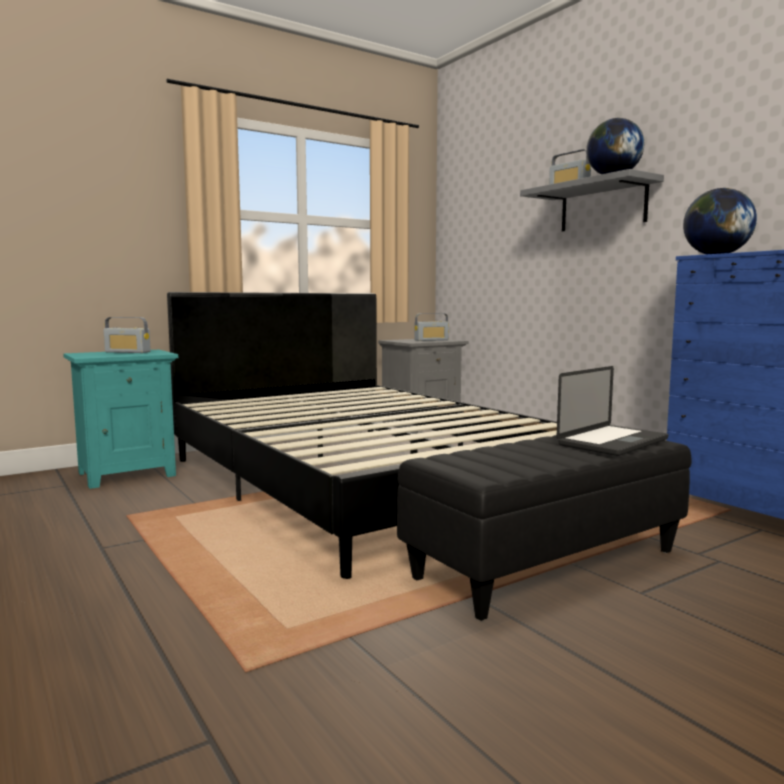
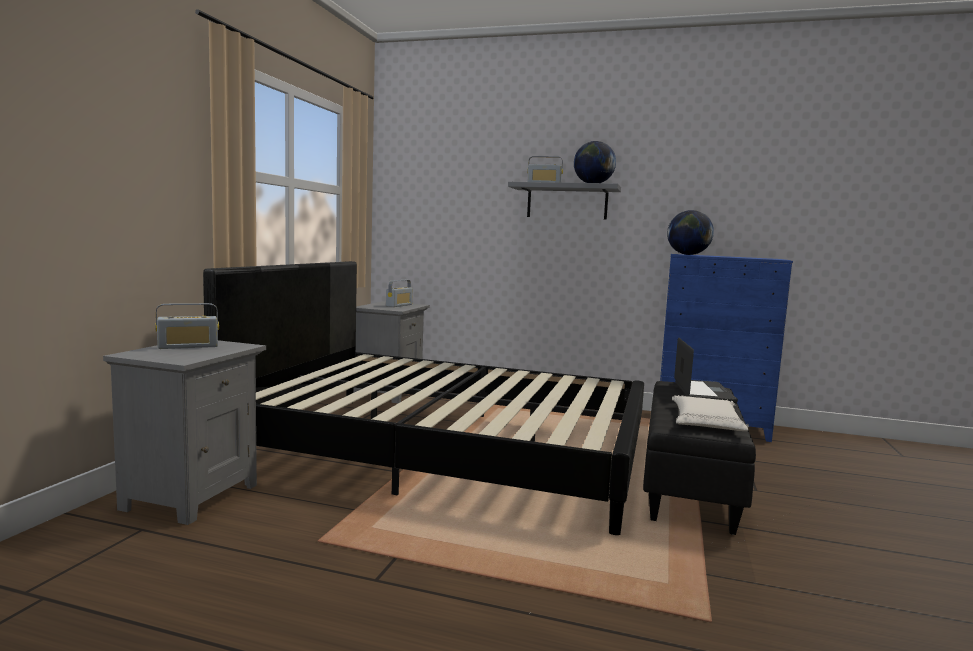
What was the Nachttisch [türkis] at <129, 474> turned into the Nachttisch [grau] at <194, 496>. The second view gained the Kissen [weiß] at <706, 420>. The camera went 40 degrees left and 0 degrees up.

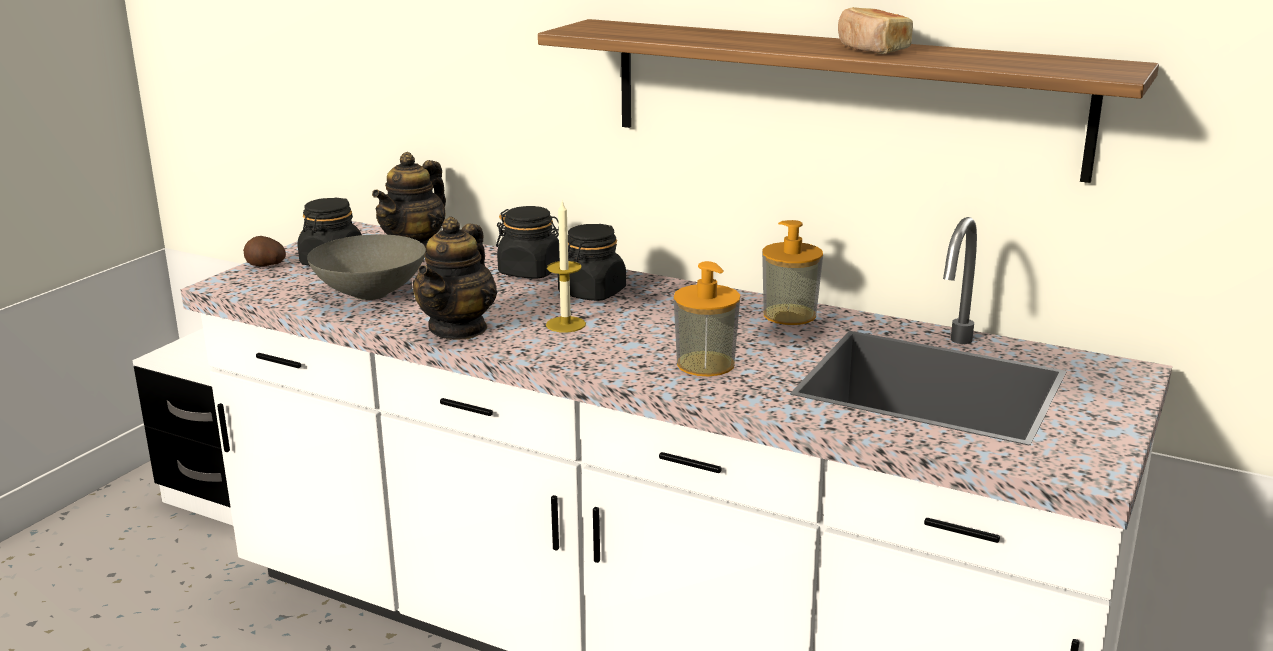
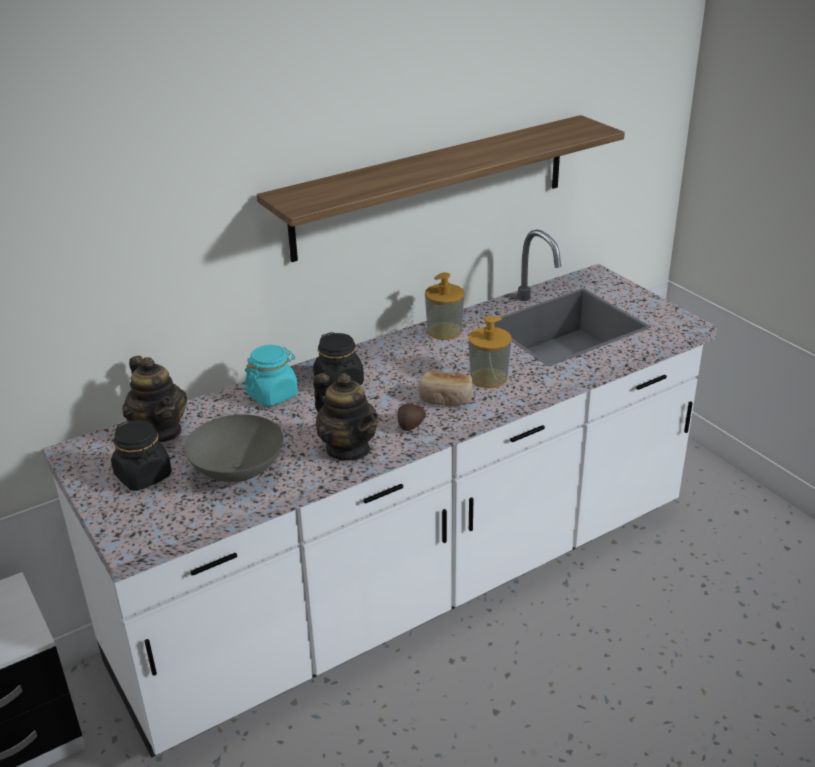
The Kartoffel ended up elsewhere, having gone from <266, 266> to <410, 426>. What was the Vorratsglas [schwarz] at <530, 271> turned into the Vorratsglas [türkis] at <273, 395>. The second view lost the Kerze at <565, 324>. The Brot ended up elsewhere, having gone from <871, 48> to <445, 399>. The camera went 60 degrees left and 10 degrees up.

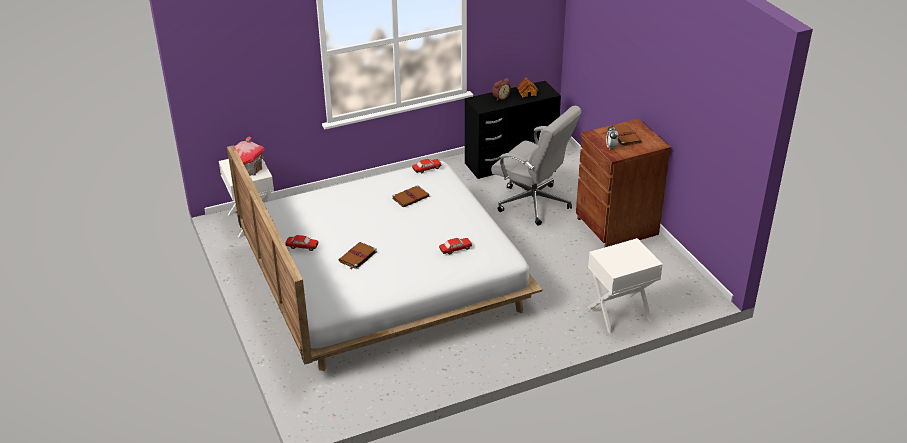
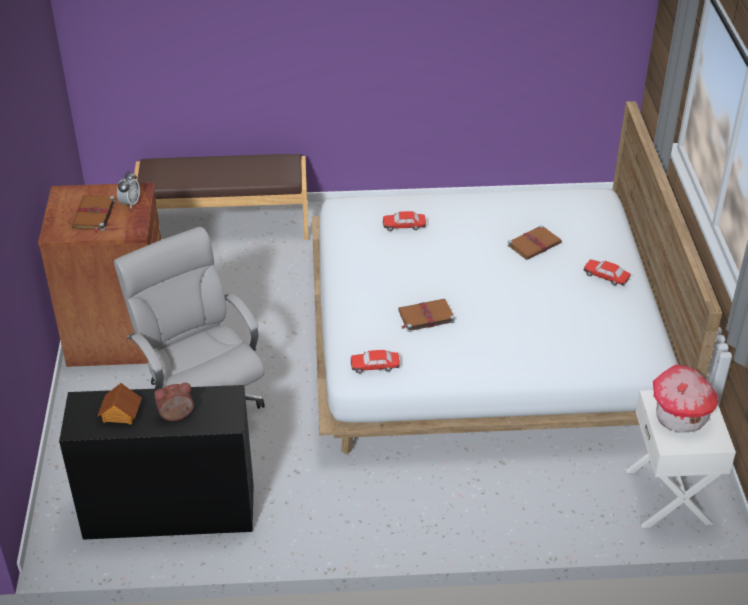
Where the Nachttisch [weiß] stood at <619, 314>, the Bank [braun] came to stand at <224, 225>. The camera went 160 degrees left and 5 degrees up.

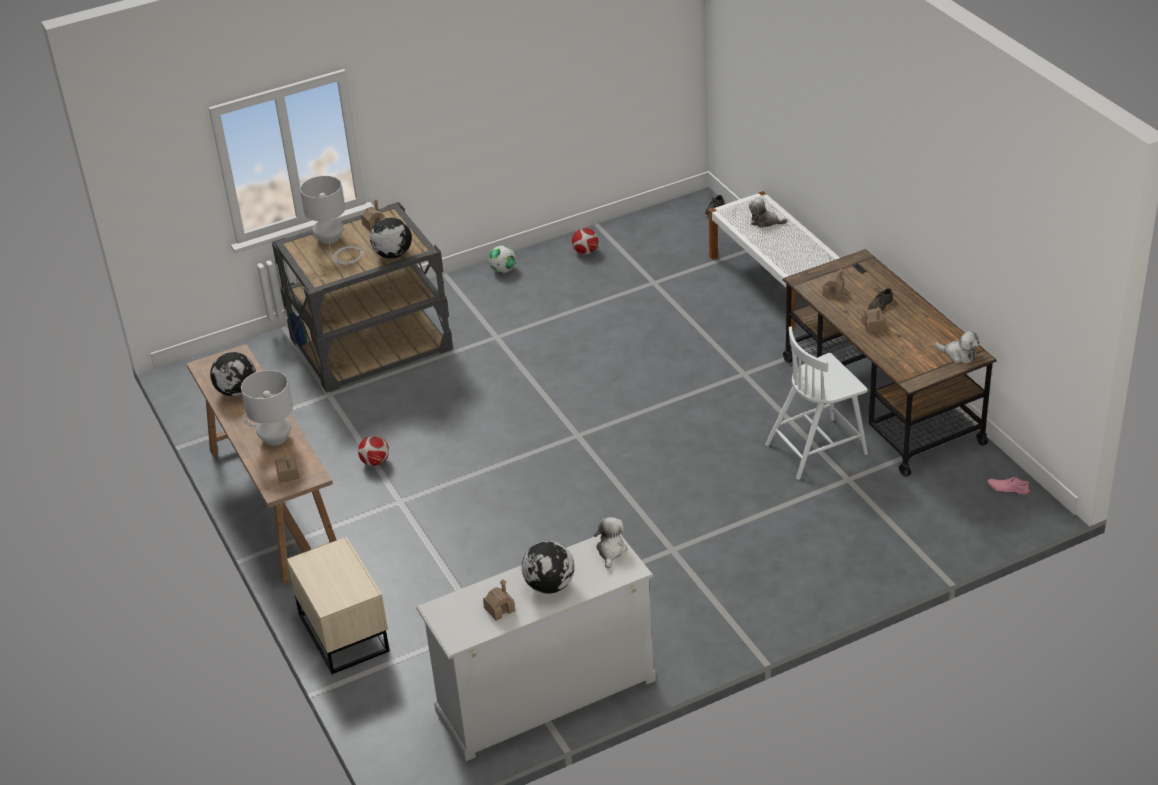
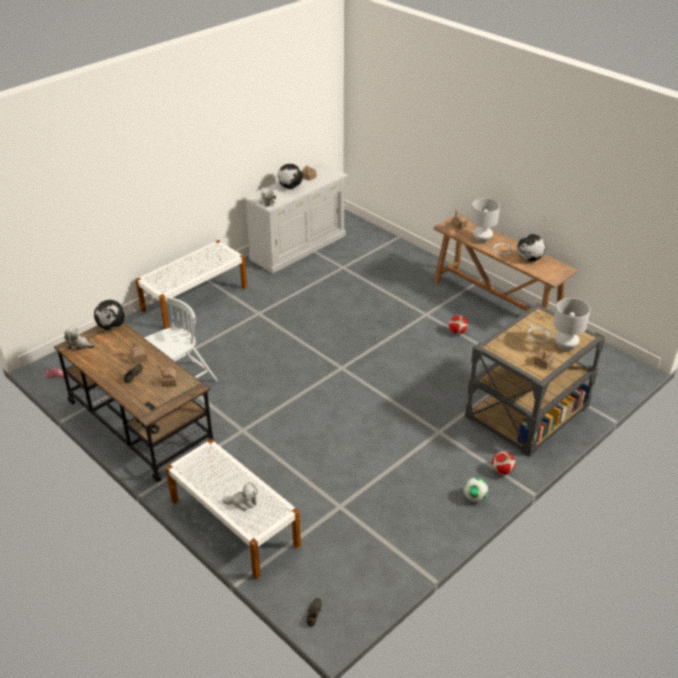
The second view lost the Nachttisch [beige] at <345, 631>. The Globus ended up elsewhere, having gone from <392, 255> to <112, 326>. The Fußball ended up elsewhere, having gone from <585, 252> to <502, 471>. The second view gained the Bank [weiß] at <194, 299>. The camera went 160 degrees right and 0 degrees up.

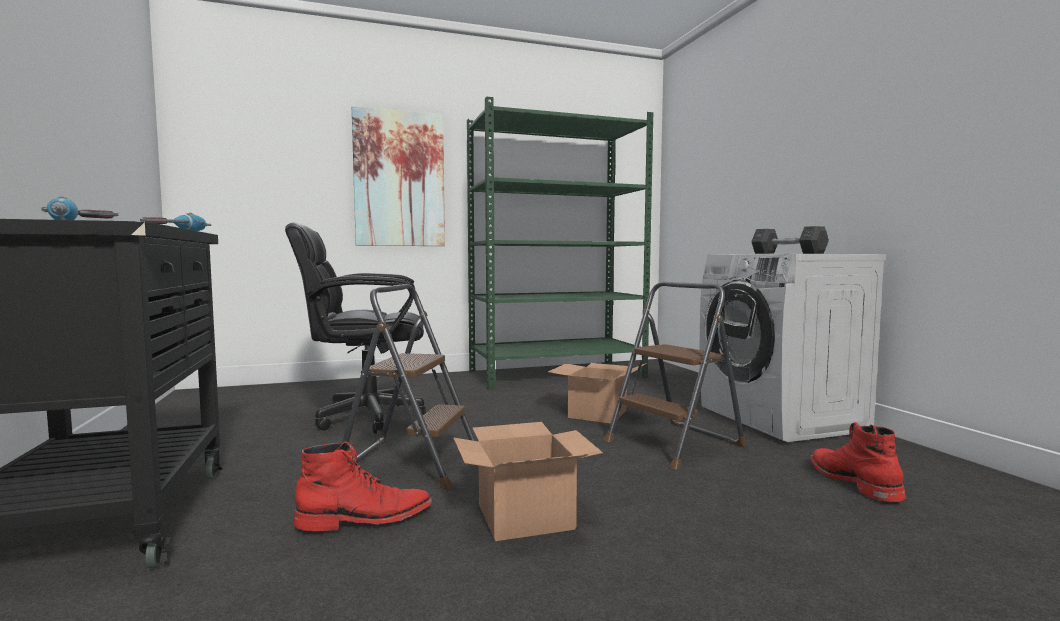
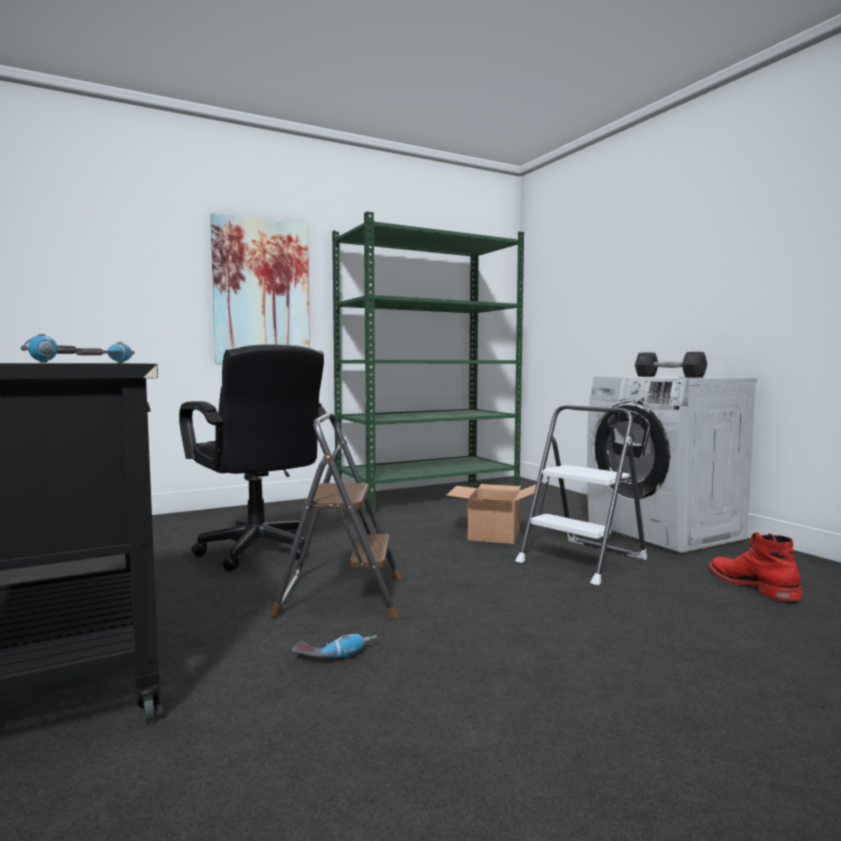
The Bürostuhl [schwarz] at <364, 420> ended up facing another way, 105 degrees counterclockwise from before. Where the Stiefel [rot] stood at <366, 519>, the Bohrmaschine came to stand at <336, 654>. The second view lost the Karton at <524, 517>. What was the Trittleiter [braun] at <678, 442> turned into the Trittleiter [weiß] at <585, 559>. The camera went 10 degrees left and 0 degrees up.

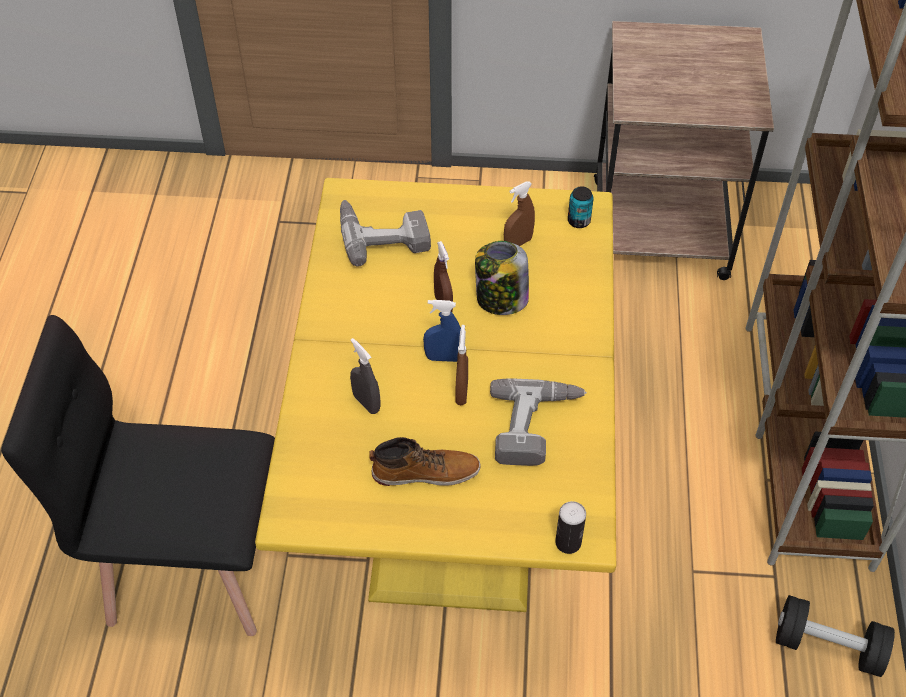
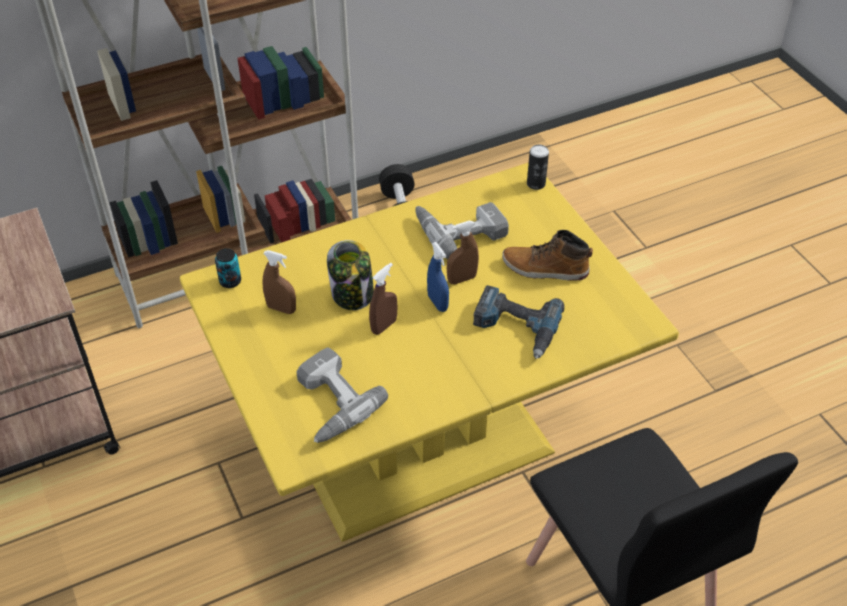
Where the Sprühflasche [grau] stood at <366, 403>, the Bohrmaschine came to stand at <515, 327>. The Stiefel at <425, 472> ended up facing another way, 45 degrees counterclockwise from before. The camera went 120 degrees left and 5 degrees down.

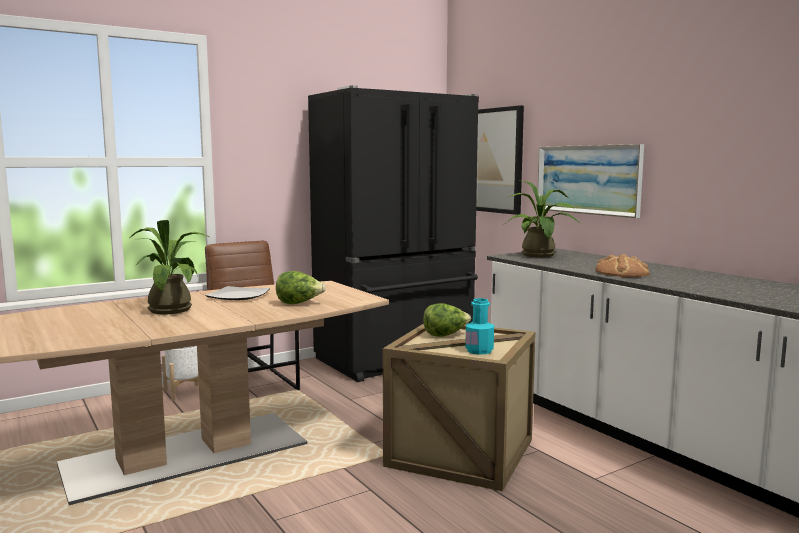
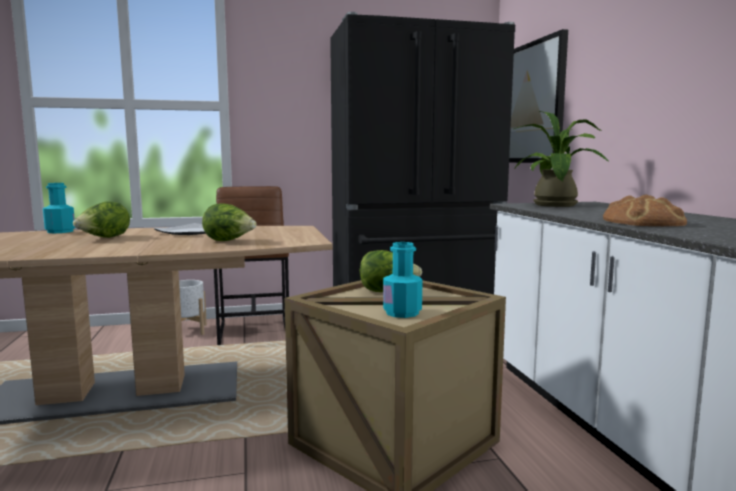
Where the Topfpflanze stood at <172, 309>, the Salatkopf came to stand at <104, 238>. The second view lost the Bild at <587, 179>. The second view gained the Flasche [türkis] at <60, 231>. The camera went 20 degrees right and 0 degrees up.

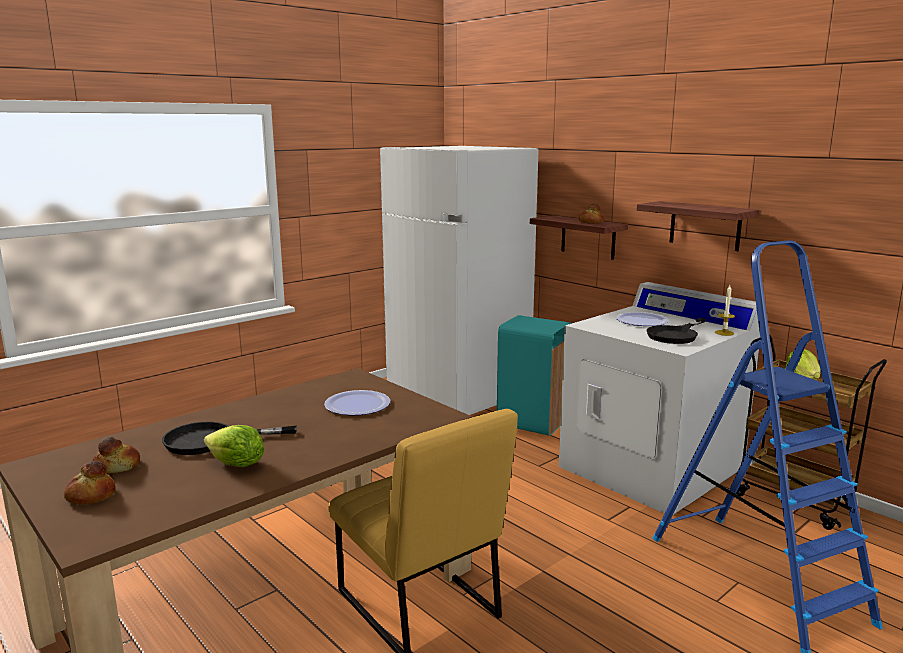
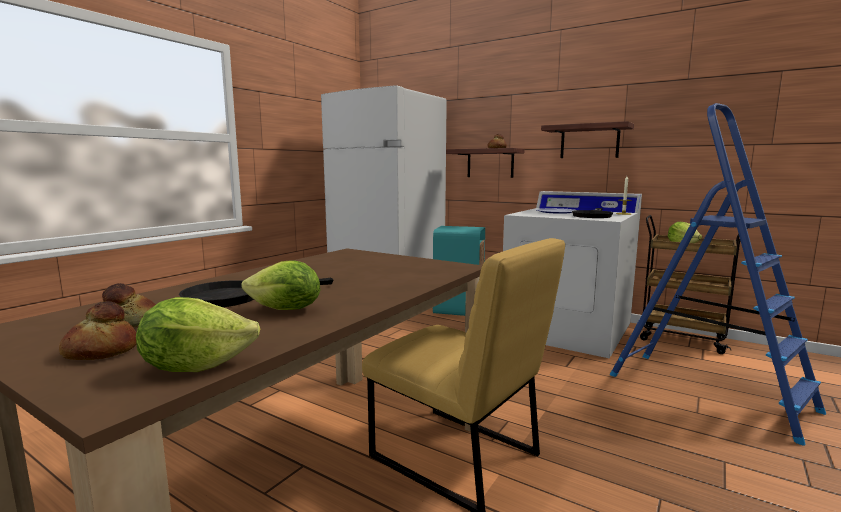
The second view lost the Teller at <357, 405>. The second view gained the Salatkopf at <196, 366>. The camera went 15 degrees left and 5 degrees down.

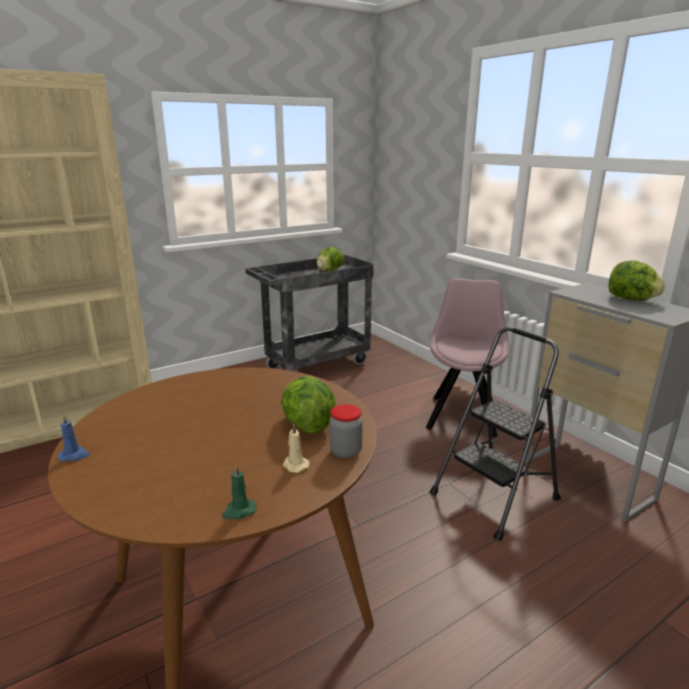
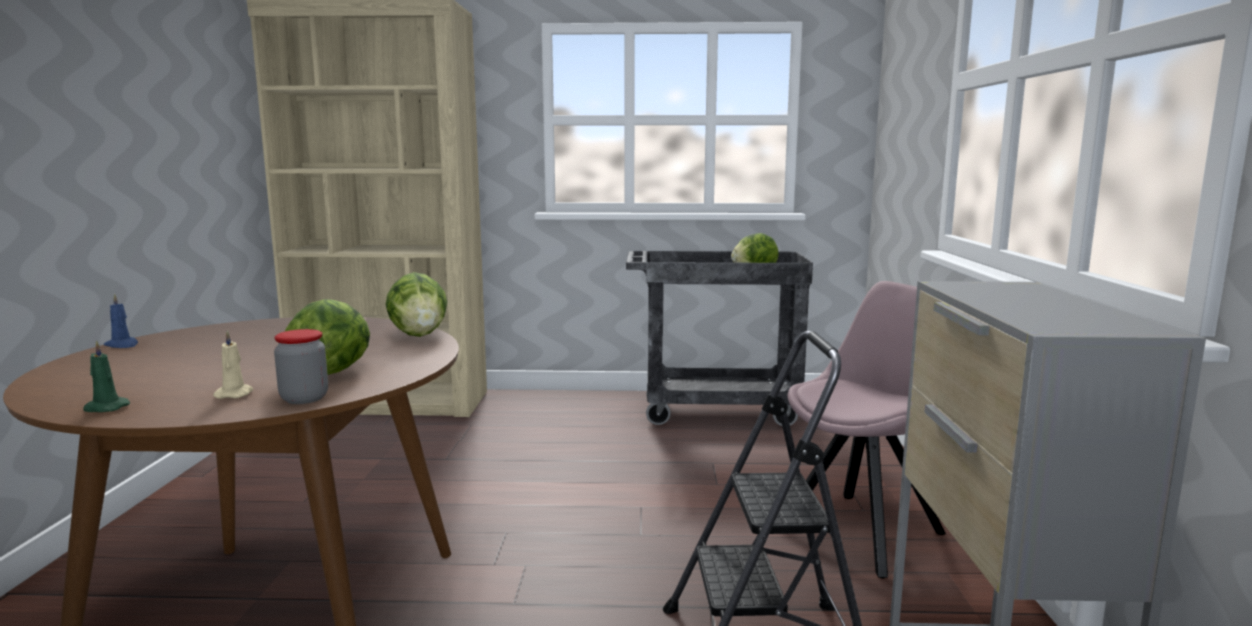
The Salatkopf ended up elsewhere, having gone from <631, 299> to <419, 335>. The camera went 35 degrees right and 10 degrees down.

